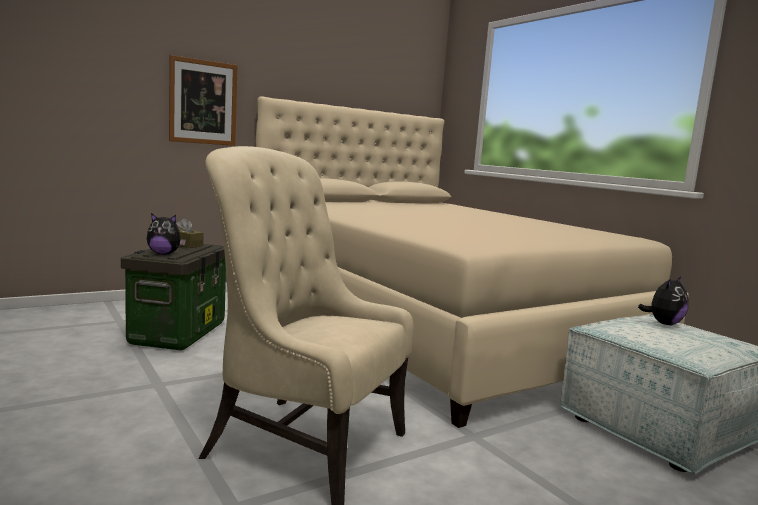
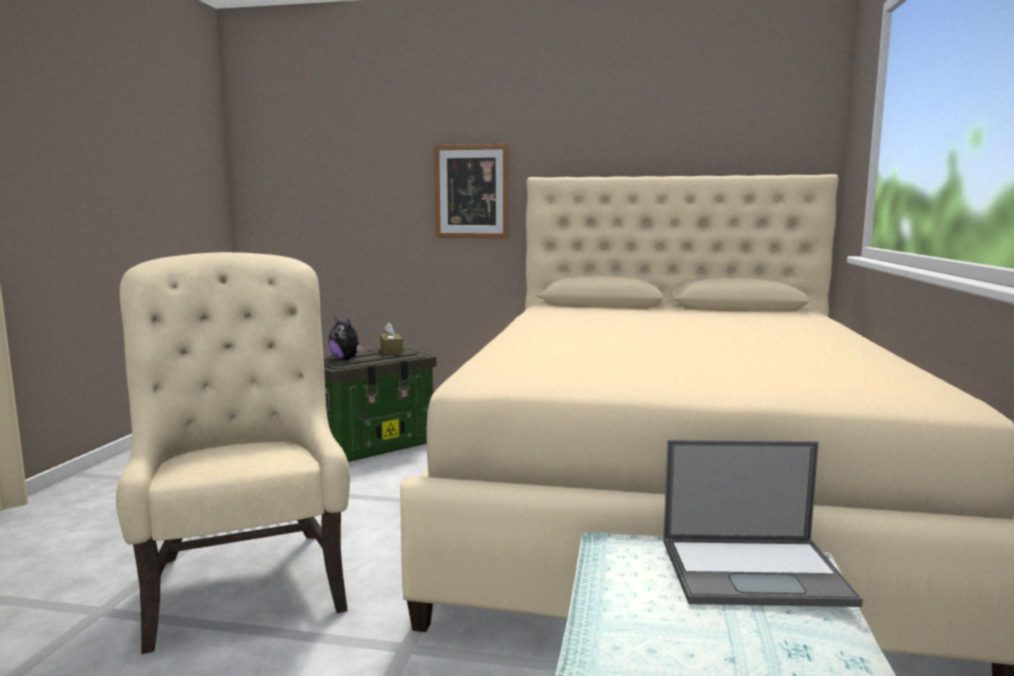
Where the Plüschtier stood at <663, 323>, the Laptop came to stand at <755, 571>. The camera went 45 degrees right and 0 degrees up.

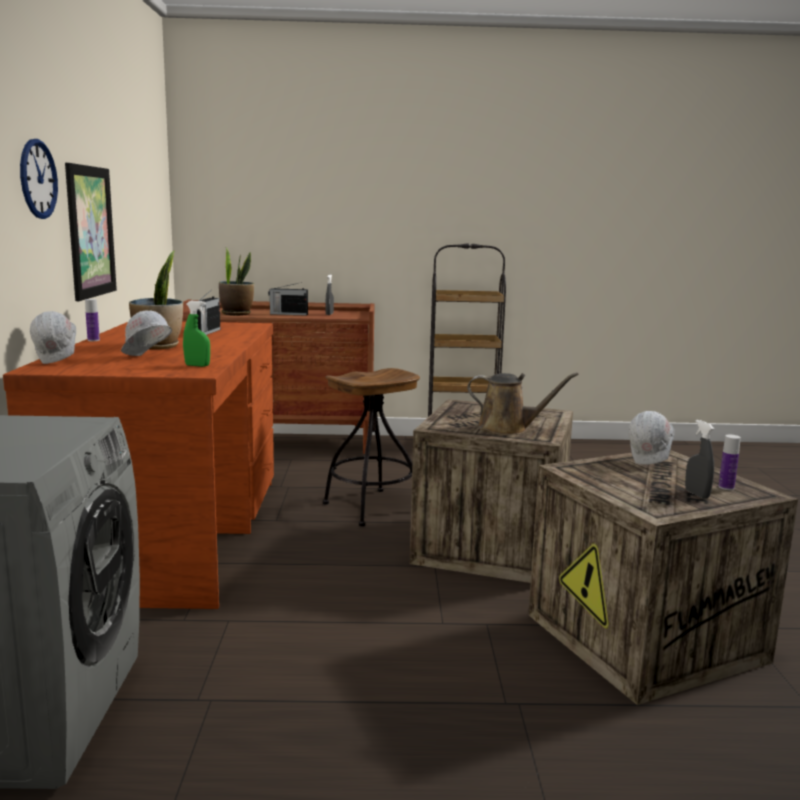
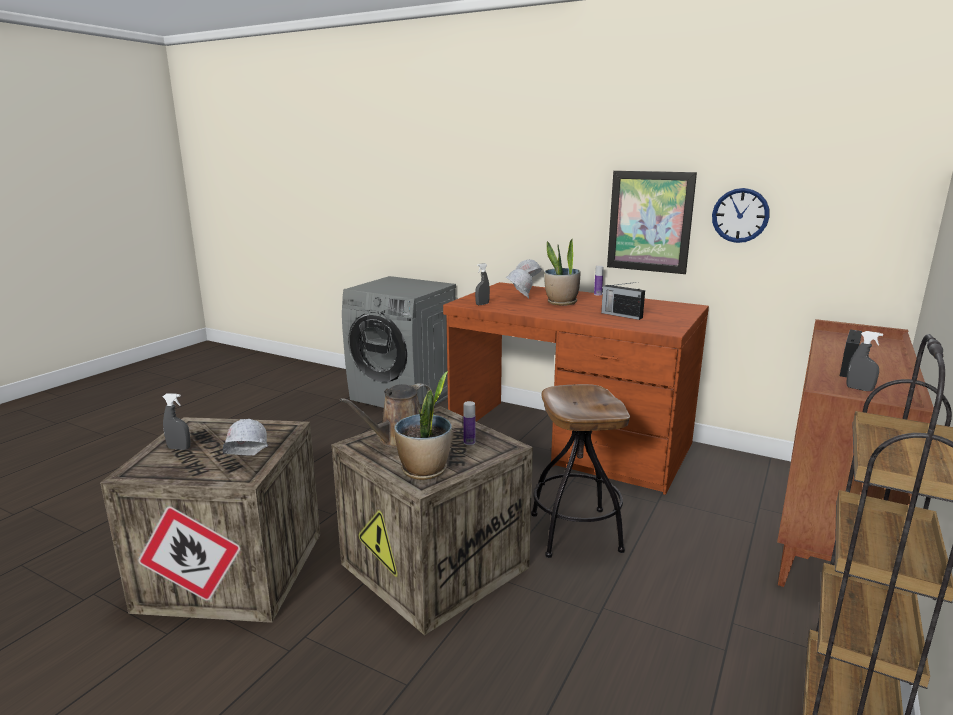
The Wanduhr ended up elsewhere, having gone from <38, 179> to <740, 215>. What was the Sprühflasche [grün] at <197, 365> turned into the Sprühflasche [grau] at <482, 304>. The Topfpflanze ended up elsewhere, having gone from <236, 314> to <424, 470>. The Flasche ended up elsewhere, having gone from <726, 487> to <469, 442>. The camera went 120 degrees right and 5 degrees up.

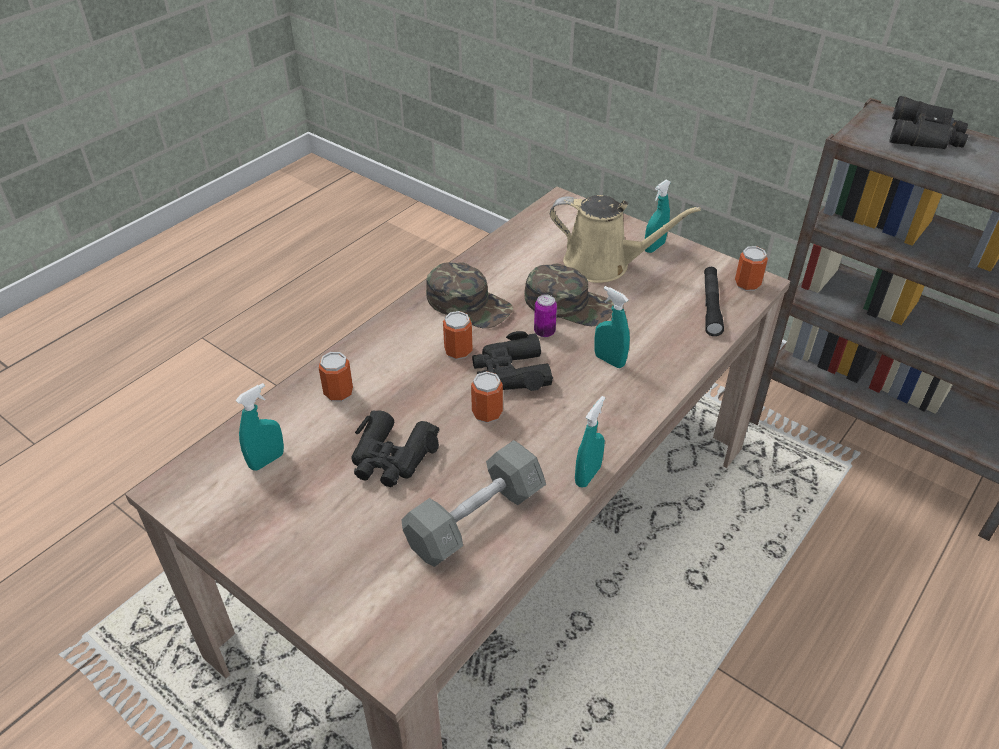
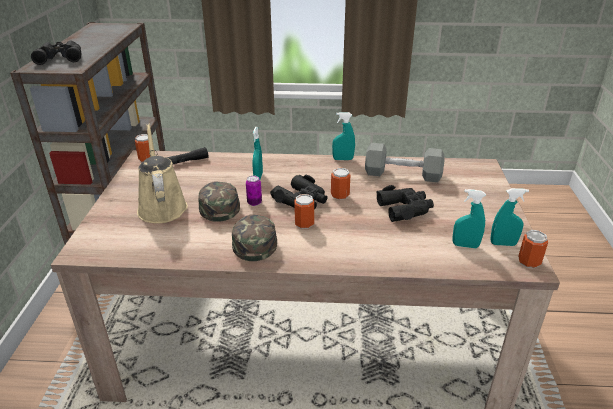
The Dose ended up elsewhere, having gone from <338, 392> to <529, 262>. The Sprühflasche [türkis] ended up elsewhere, having gone from <654, 247> to <503, 244>. The camera went 125 degrees left and 10 degrees down.

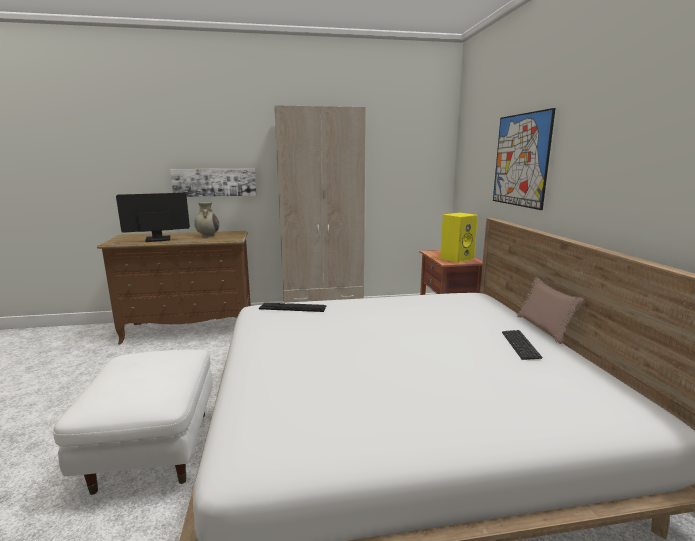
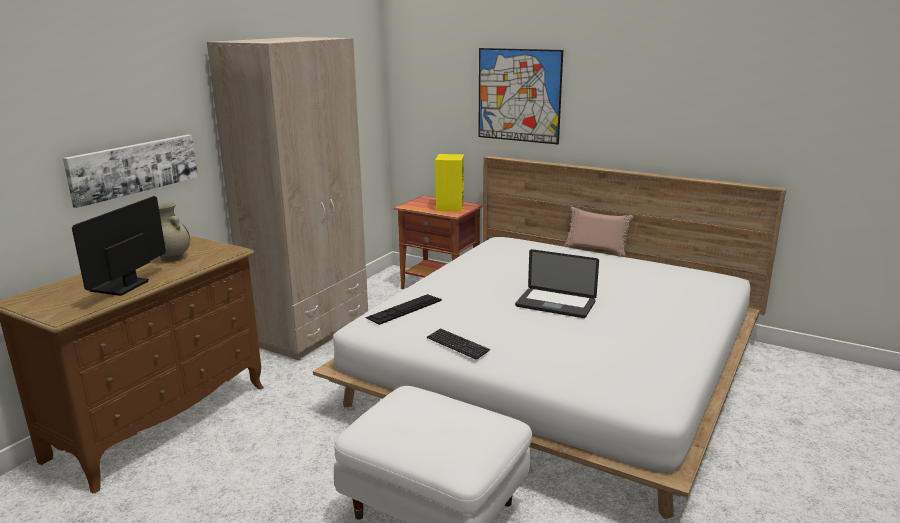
The Tastatur ended up elsewhere, having gone from <520, 345> to <457, 345>. The second view gained the Laptop at <555, 304>. The camera went 50 degrees left and 5 degrees up.

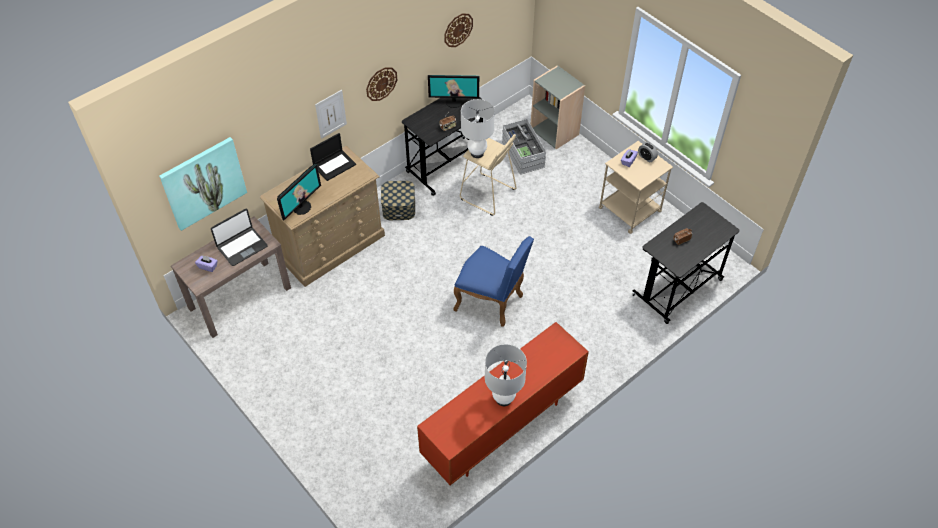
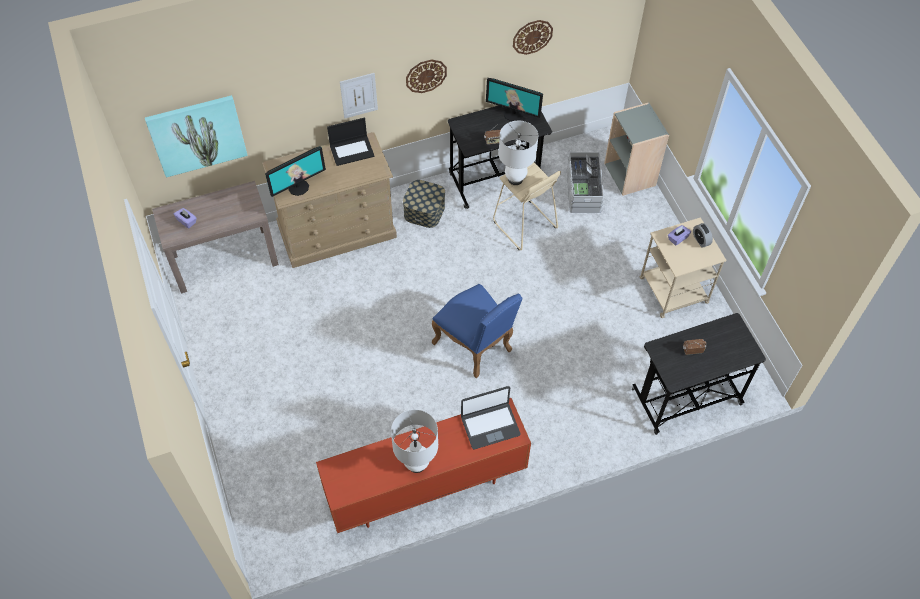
The Laptop ended up elsewhere, having gone from <242, 246> to <490, 425>. The camera went 20 degrees right and 5 degrees up.

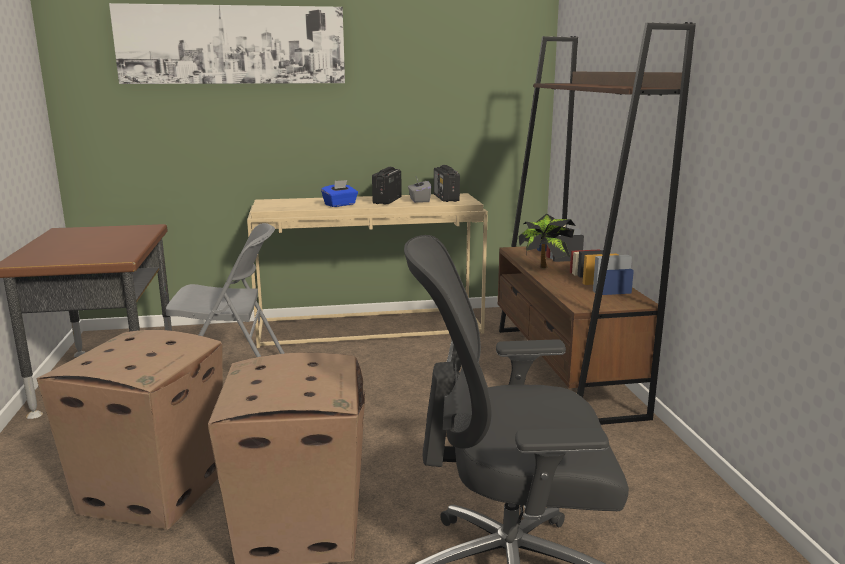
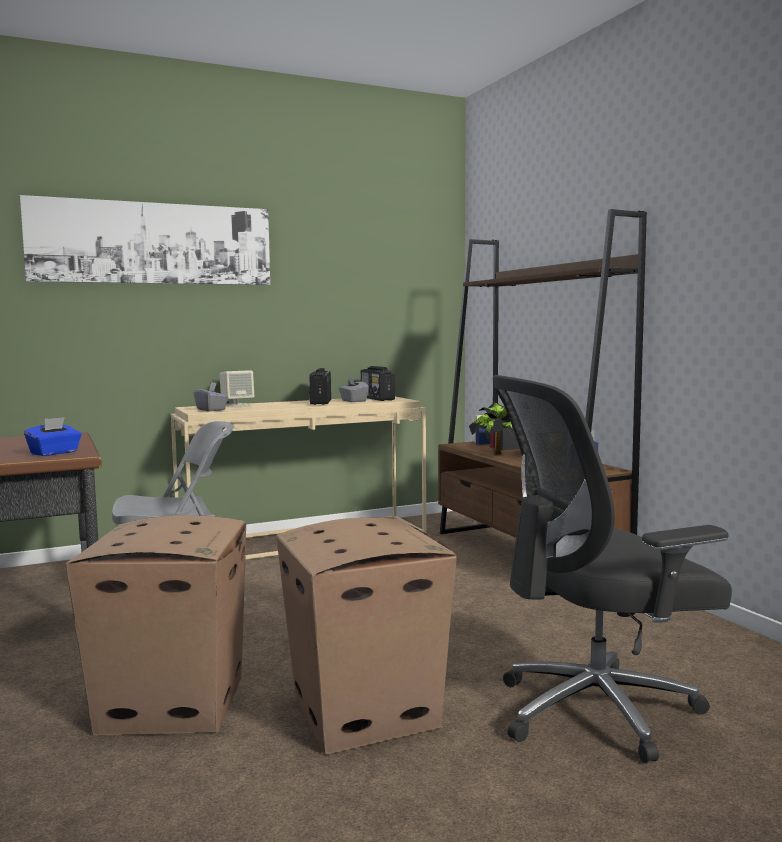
The Taschentuchbox [blau] ended up elsewhere, having gone from <340, 205> to <54, 453>. The second view gained the Taschentuchbox [grau] at <211, 410>. The second view gained the Lautsprecher [beige] at <237, 405>. The camera went 15 degrees left and 10 degrees down.

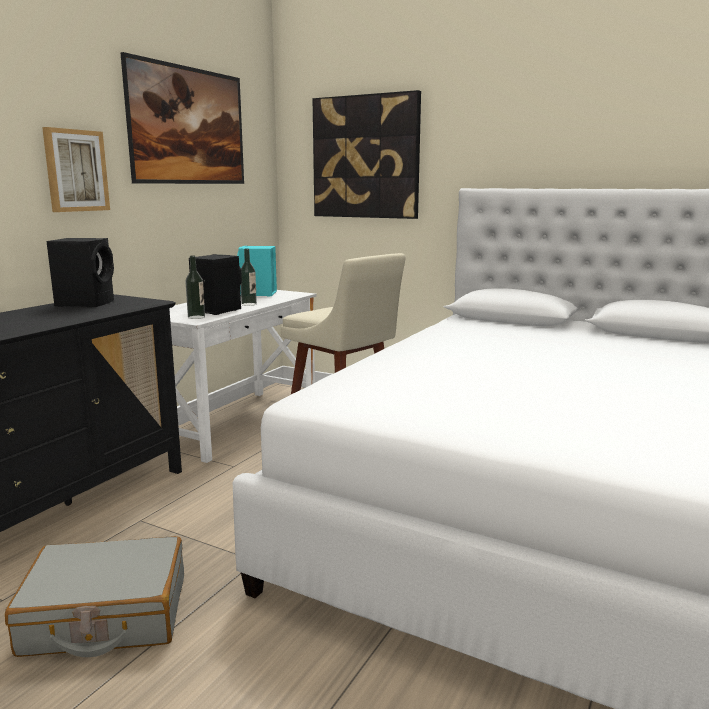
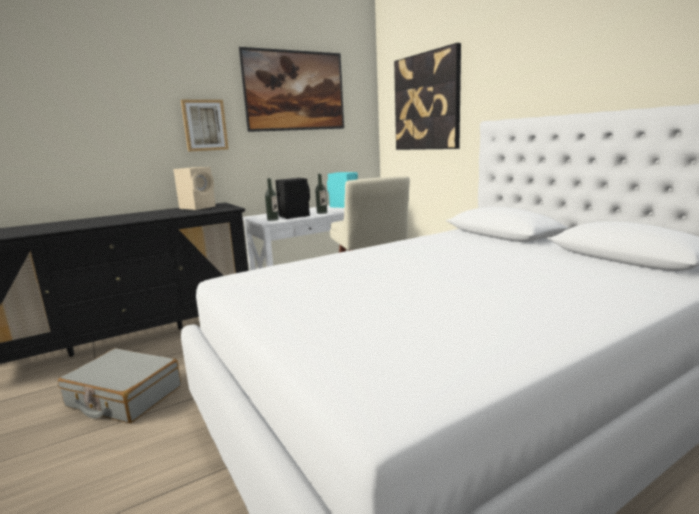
What was the Lautsprecher [schwarz] at <87, 303> turned into the Lautsprecher [beige] at <198, 207>. The camera went 30 degrees right and 0 degrees up.

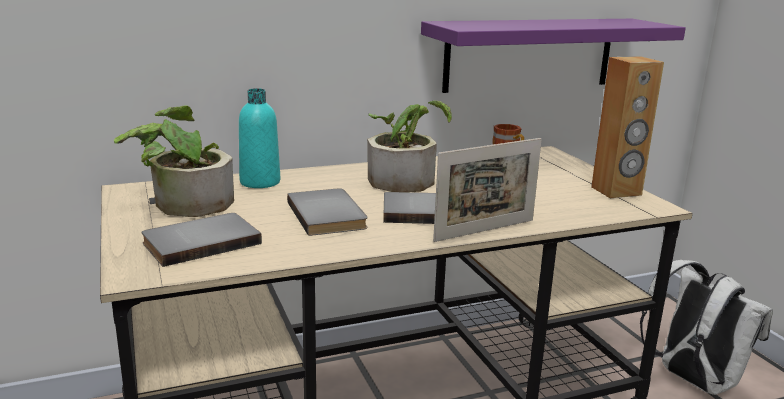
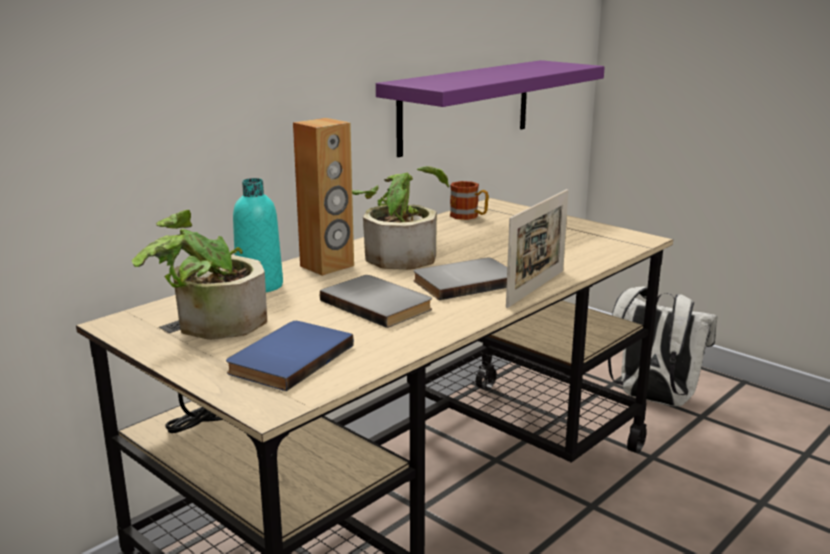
What was the Buch [grau] at <200, 242> turned into the Buch [blau] at <287, 358>. The Lautsprecher [braun] ended up elsewhere, having gone from <616, 191> to <327, 266>. The camera went 25 degrees left and 0 degrees up.

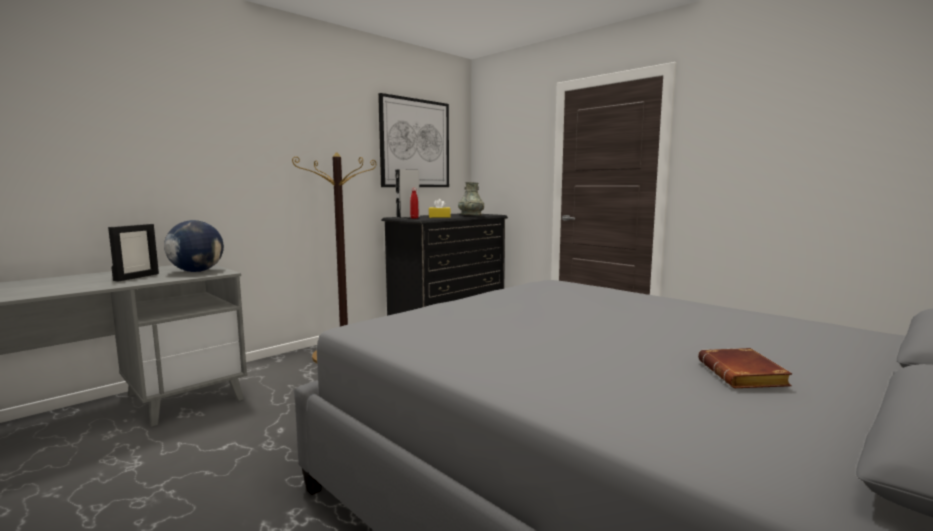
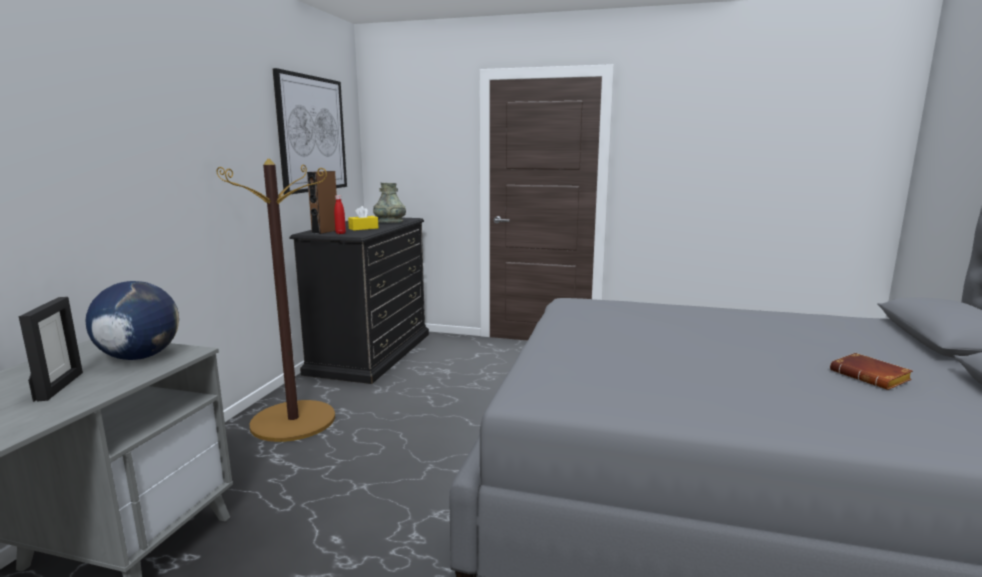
What was the Lautsprecher [grau] at <408, 217> turned into the Lautsprecher [braun] at <325, 231>. The camera went 30 degrees left and 5 degrees up.

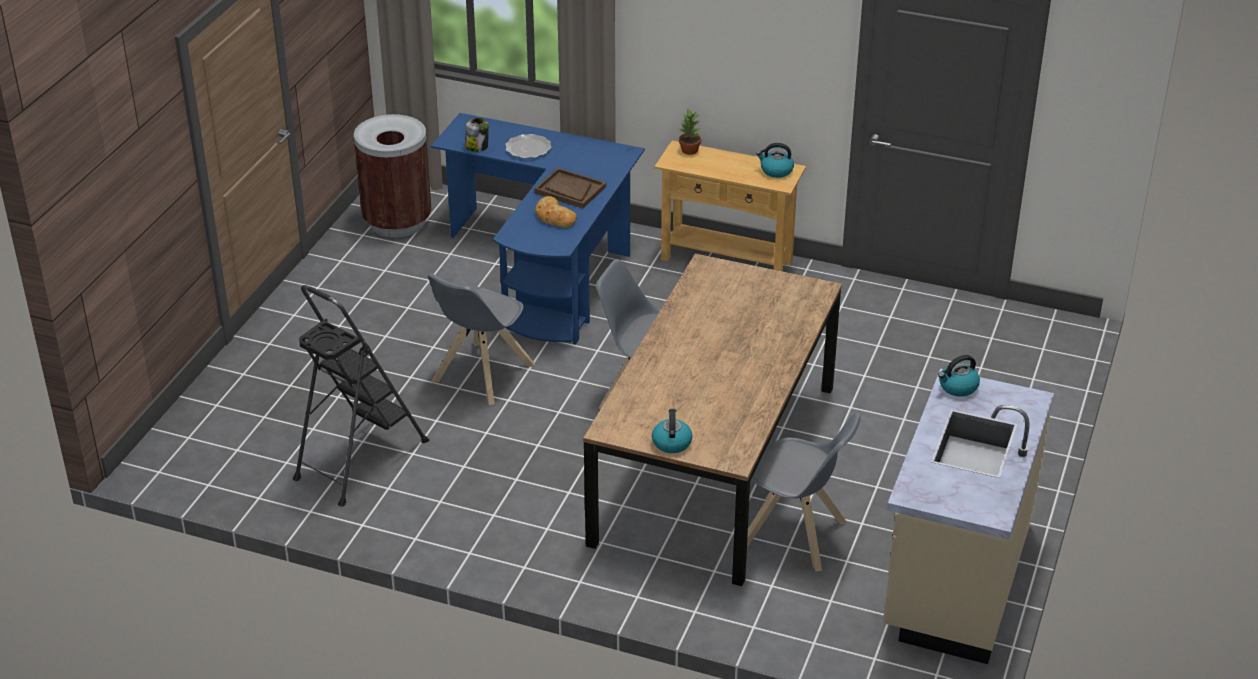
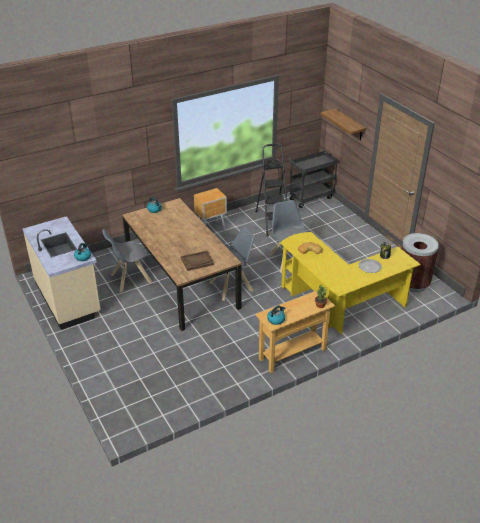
What was the Schreibtisch [blau] at <549, 267> turned into the Schreibtisch [gelb] at <339, 305>. The Tablett [braun] ended up elsewhere, having gone from <570, 190> to <197, 261>. The second view gained the Nachttisch [braun] at <211, 228>. The second view gained the Rollwagen [grau] at <310, 199>. The second view gained the Wandregal at <349, 125>. The camera went 130 degrees right and 0 degrees up.

